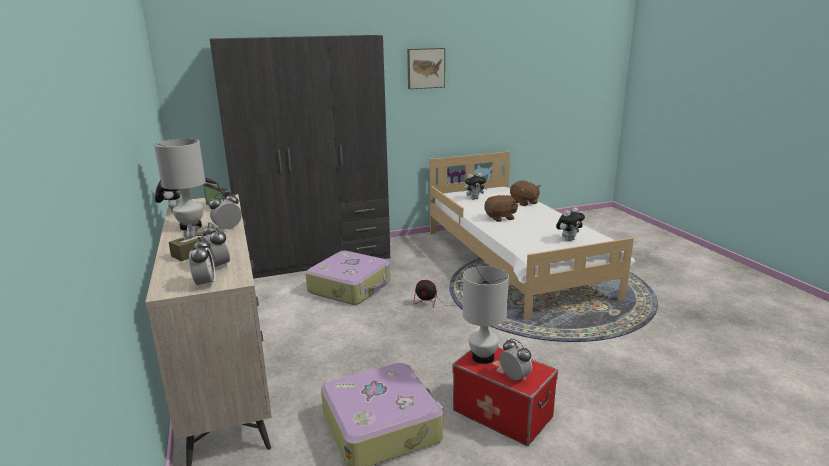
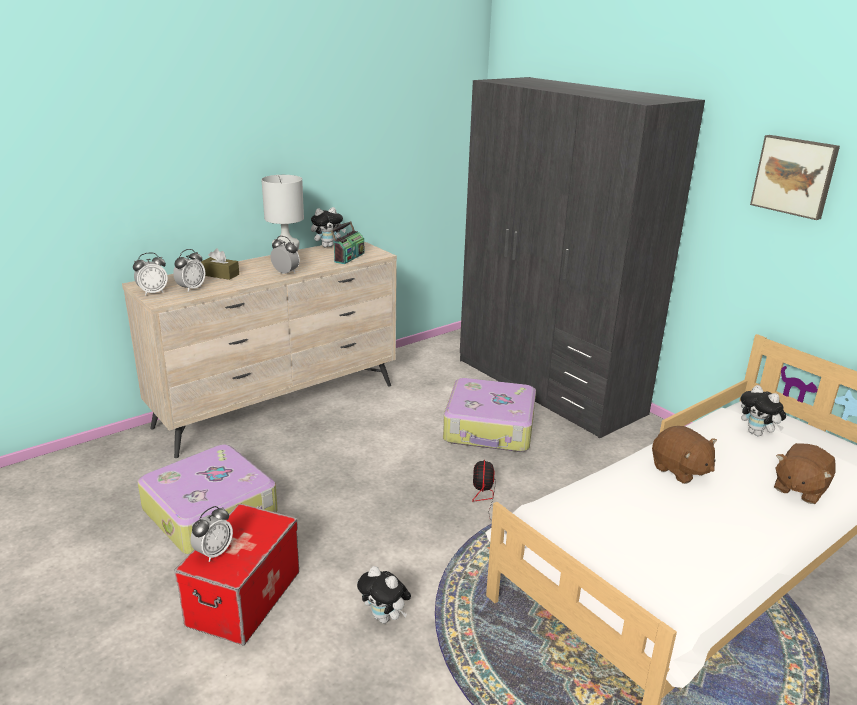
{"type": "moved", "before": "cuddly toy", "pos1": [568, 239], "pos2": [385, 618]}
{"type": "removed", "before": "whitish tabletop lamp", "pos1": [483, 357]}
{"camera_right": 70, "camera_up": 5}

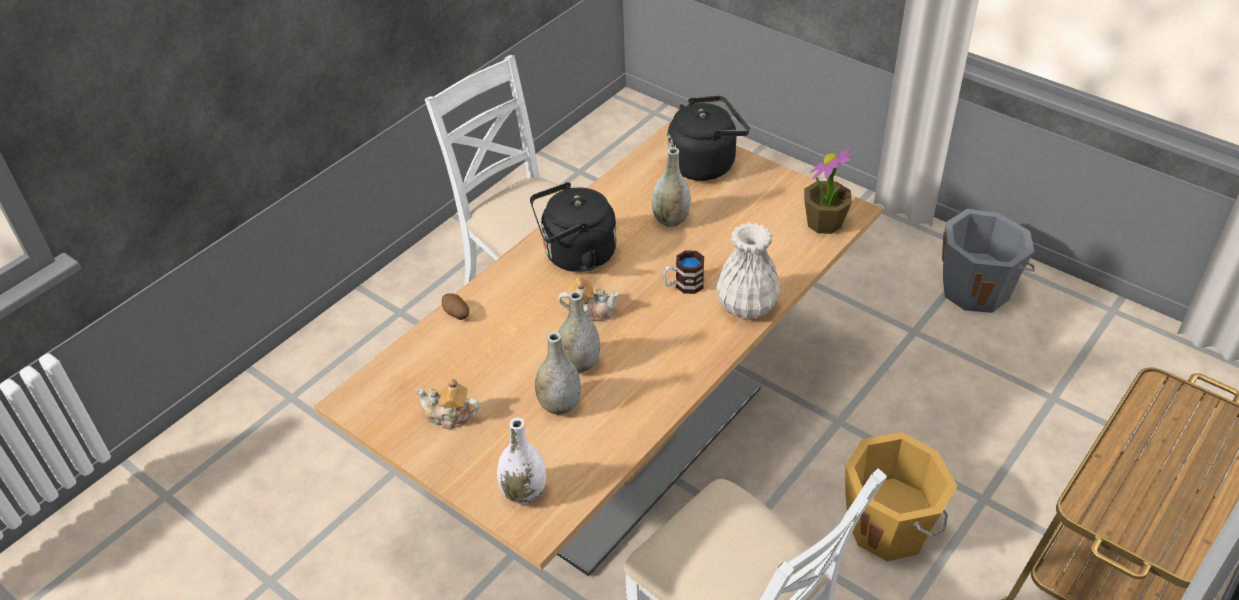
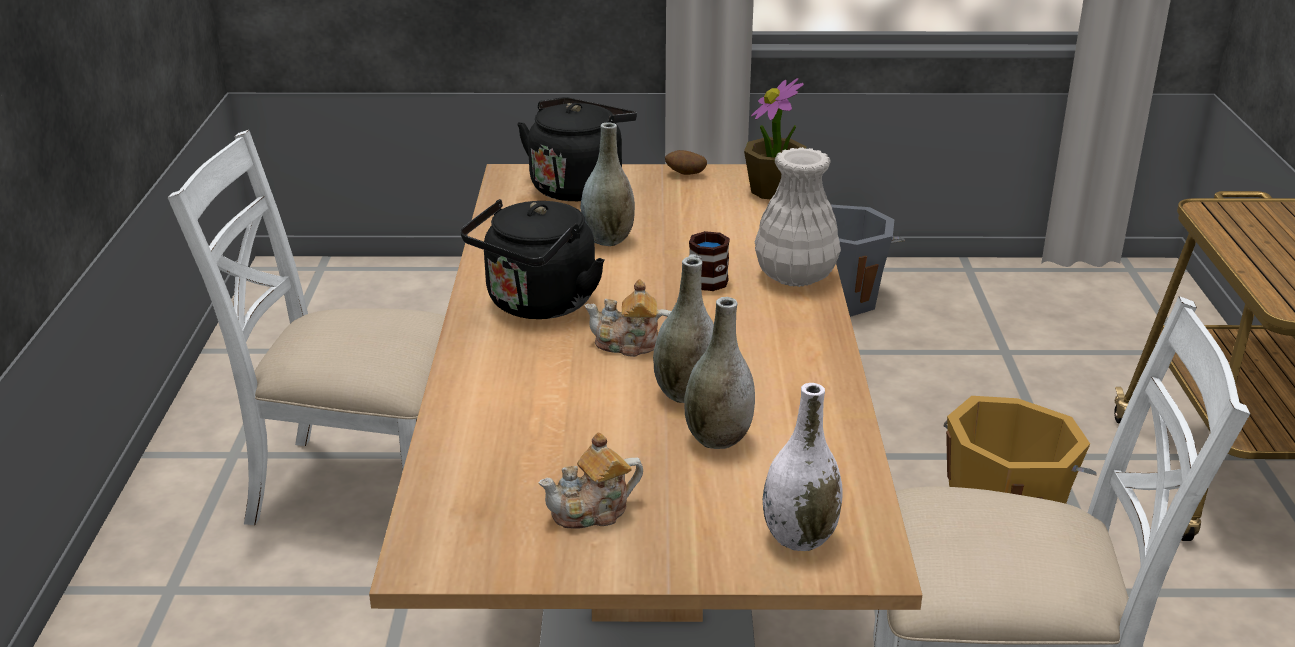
{"type": "turned", "before": "pot for tea", "pos1": [590, 311], "pos2": [628, 345], "turn": -135}
{"type": "moved", "before": "spud", "pos1": [456, 314], "pos2": [685, 174]}
{"camera_right": -40, "camera_up": -15}

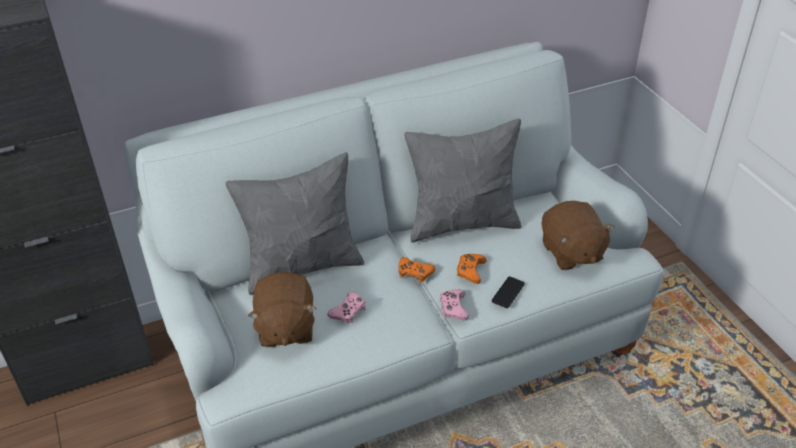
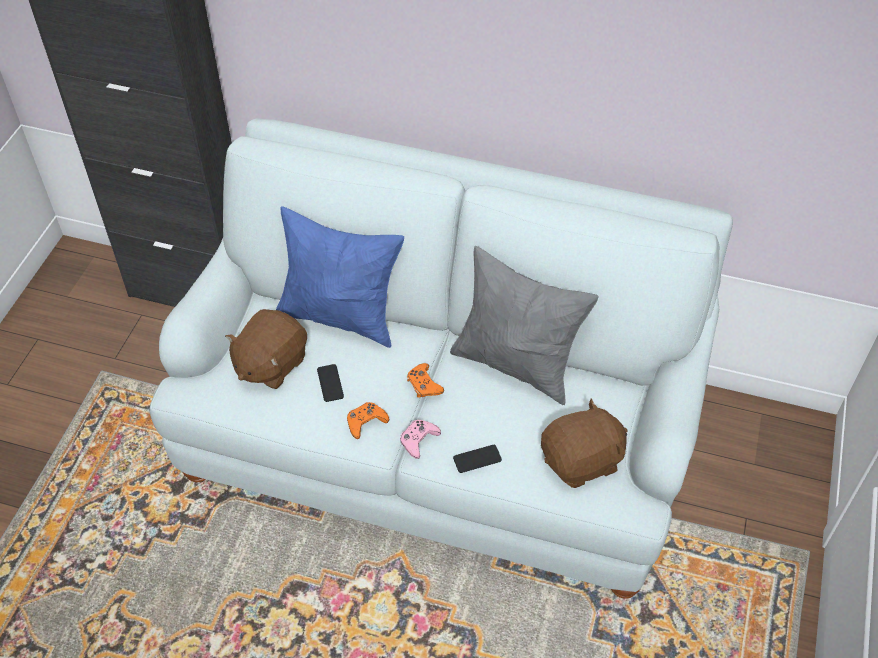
{"type": "recoloured", "before": "gray pillow", "after": "bluish pillow", "pos1": [302, 267], "pos2": [340, 317]}
{"type": "replaced", "before": "pinkish game controller", "after": "telephone", "pos1": [348, 311], "pos2": [330, 383]}
{"type": "moved", "before": "orange game controller", "pos1": [470, 271], "pos2": [366, 422]}
{"type": "turned", "before": "brown cuddly toy", "pos1": [571, 252], "pos2": [582, 461], "turn": -135}
{"camera_right": 40, "camera_up": 10}

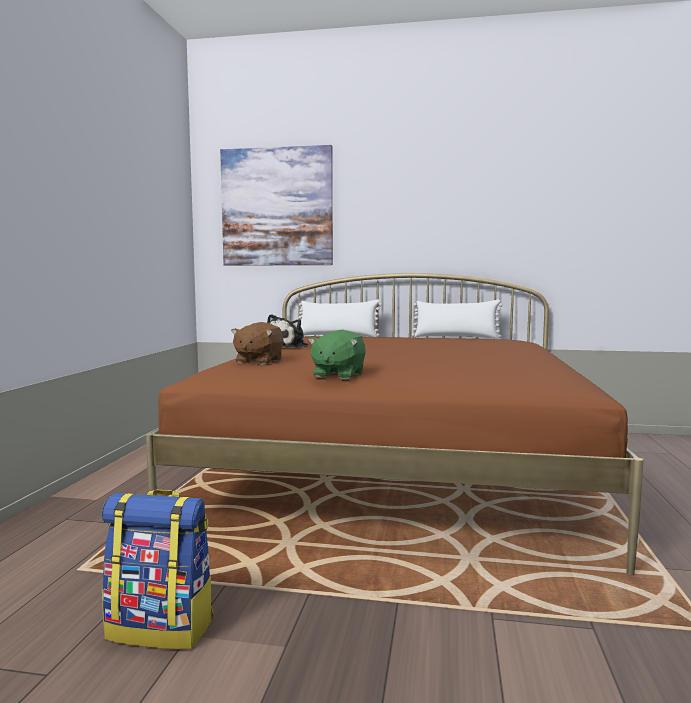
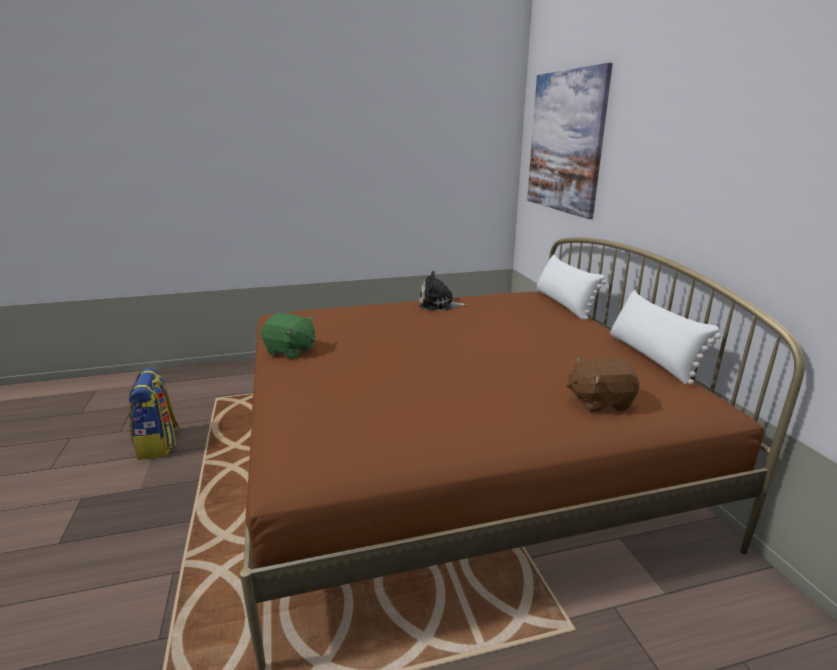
{"type": "turned", "before": "greenish cuddly toy", "pos1": [338, 375], "pos2": [290, 351], "turn": -150}
{"type": "moved", "before": "brown cuddly toy", "pos1": [258, 361], "pos2": [599, 401]}
{"camera_right": 65, "camera_up": 15}

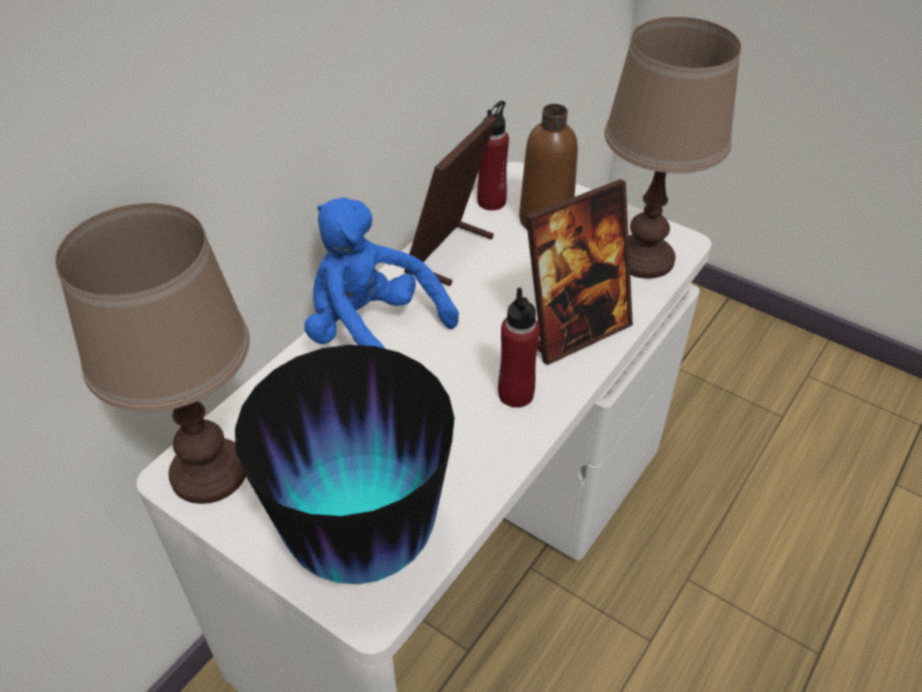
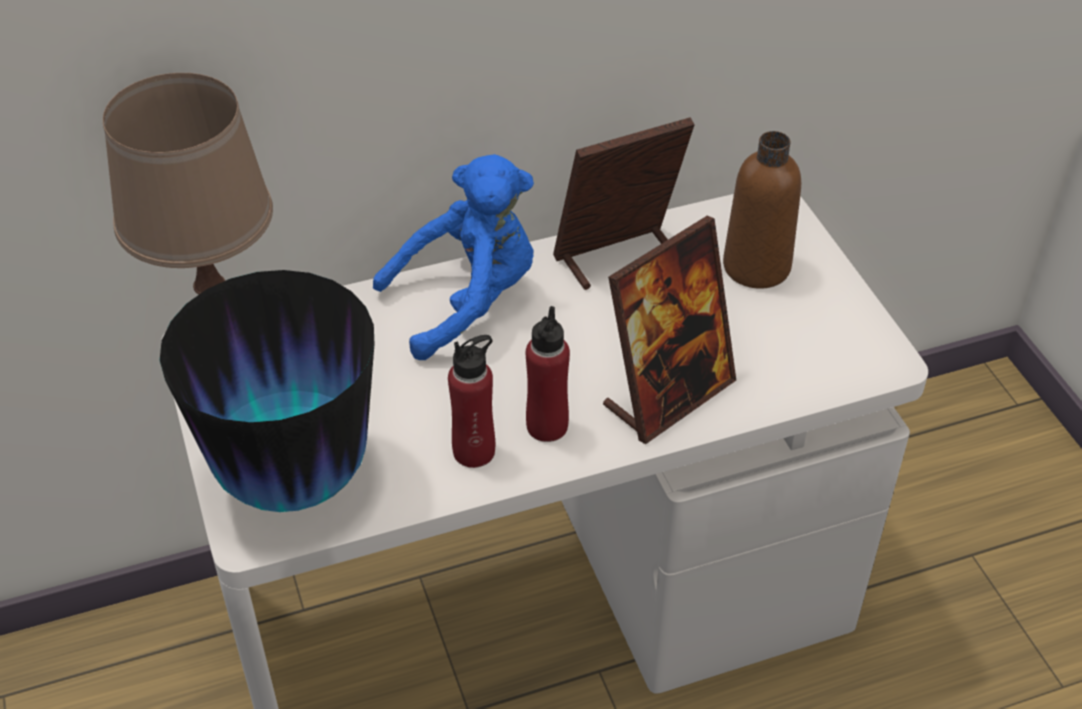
{"type": "turned", "before": "bluish cuddly toy", "pos1": [372, 334], "pos2": [467, 301], "turn": 90}
{"type": "moved", "before": "reddish beverage bottle", "pos1": [491, 201], "pos2": [474, 451]}
{"type": "turned", "before": "photo frame", "pos1": [574, 330], "pos2": [668, 395], "turn": -45}
{"type": "removed", "before": "brown tabletop lamp", "pos1": [644, 259]}
{"camera_right": 35, "camera_up": 0}

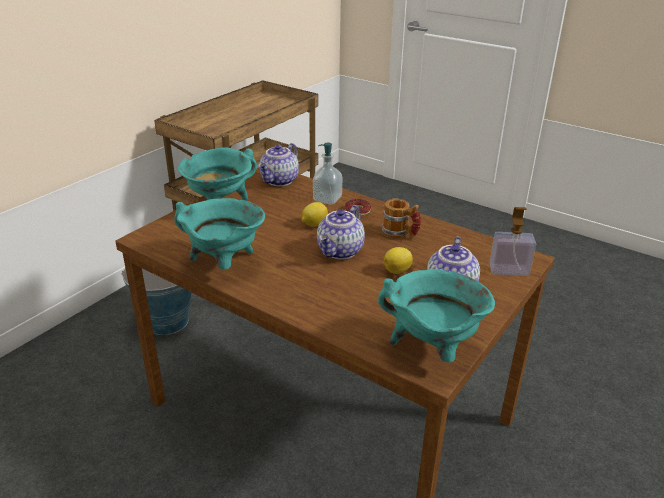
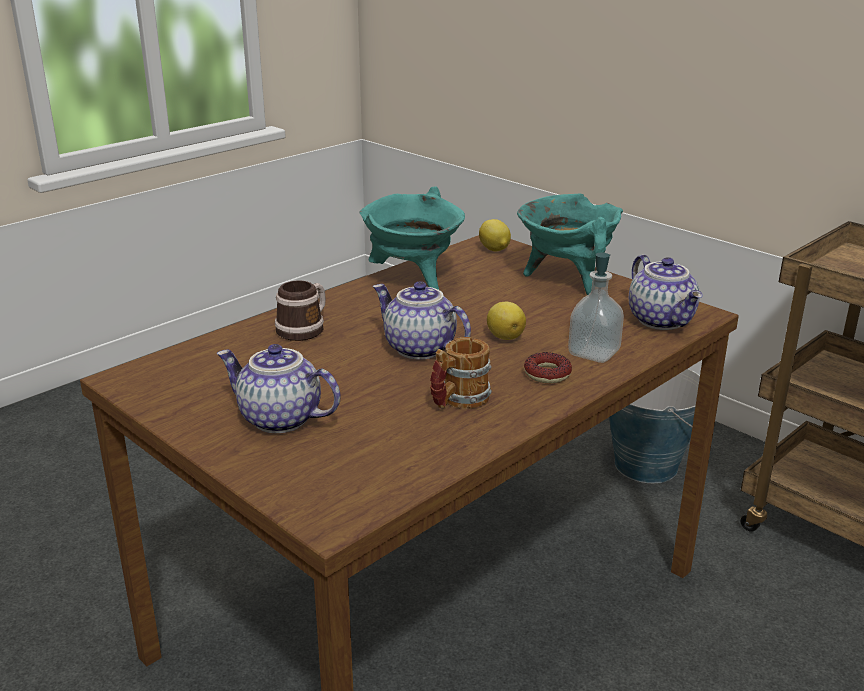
{"type": "added", "after": "coffee mug", "pos2": [305, 328]}
{"type": "moved", "before": "citrus fruit", "pos1": [398, 270], "pos2": [494, 250]}
{"type": "turned", "before": "pot for tea", "pos1": [280, 181], "pos2": [662, 320], "turn": -150}
{"type": "removed", "before": "turquoise saucepot", "pos1": [432, 349]}
{"type": "removed", "before": "liquid soap bottle", "pos1": [509, 270]}
{"camera_right": 100, "camera_up": -5}

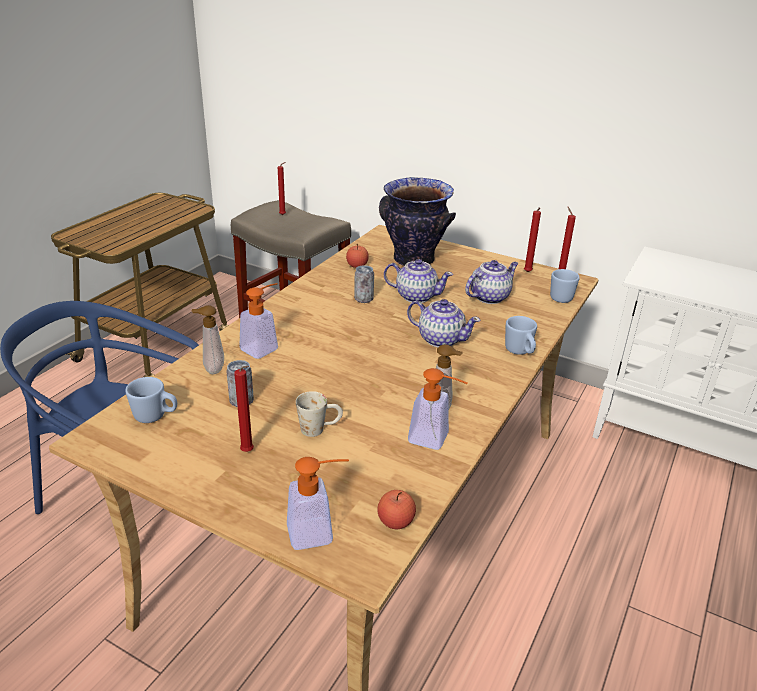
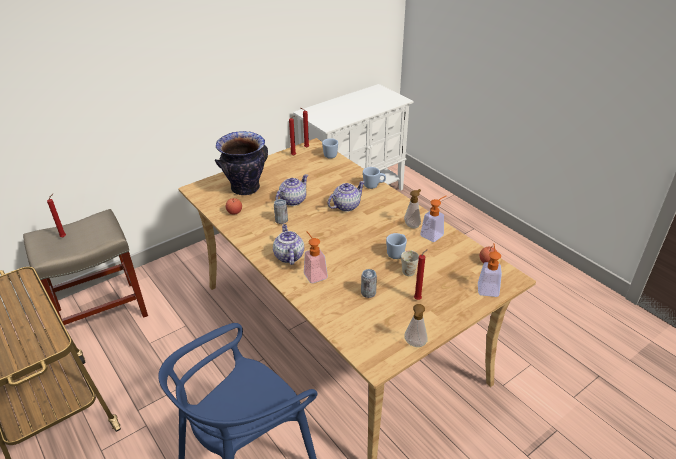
{"type": "moved", "before": "pot for tea", "pos1": [489, 297], "pos2": [288, 256]}
{"type": "moved", "before": "bluish coffee mug", "pos1": [155, 417], "pos2": [397, 253]}
{"type": "moved", "before": "liquid soap bottle", "pos1": [212, 369], "pos2": [414, 345]}
{"camera_right": -65, "camera_up": 5}

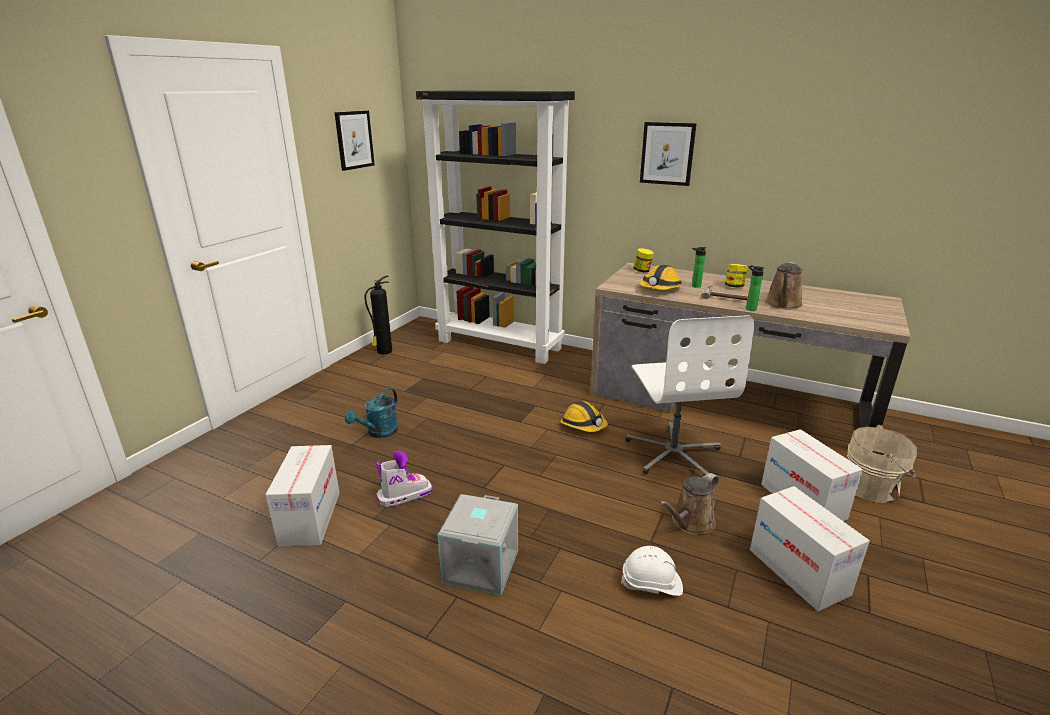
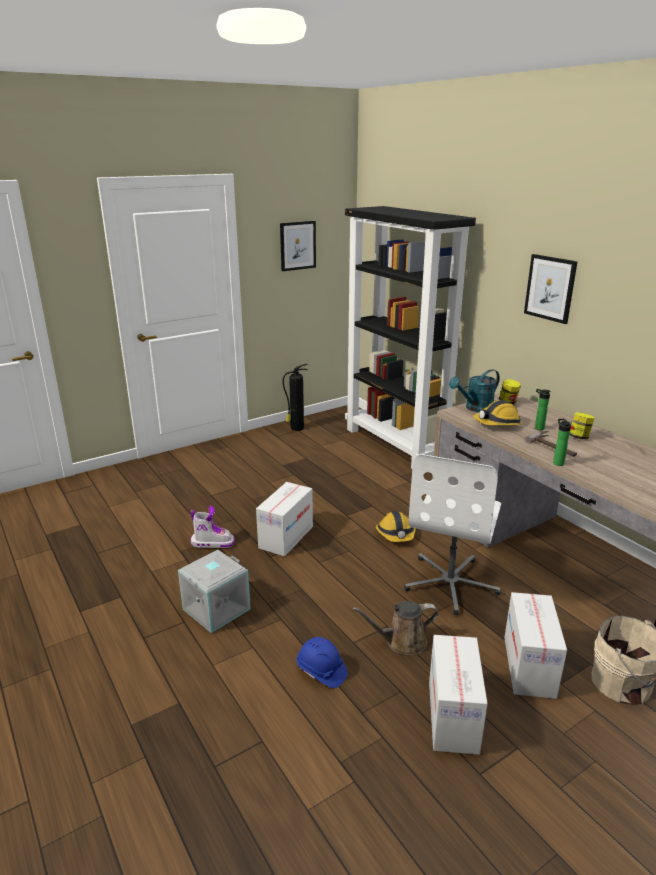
{"type": "moved", "before": "packing box", "pos1": [310, 518], "pos2": [286, 537]}
{"type": "recoloured", "before": "whitish hard hat", "after": "bluish hard hat", "pos1": [651, 583], "pos2": [321, 671]}
{"type": "moved", "before": "turquoise watering pot", "pos1": [379, 433], "pos2": [475, 408]}
{"type": "removed", "before": "brown watering pot", "pos1": [783, 304]}
{"camera_right": 30, "camera_up": 0}

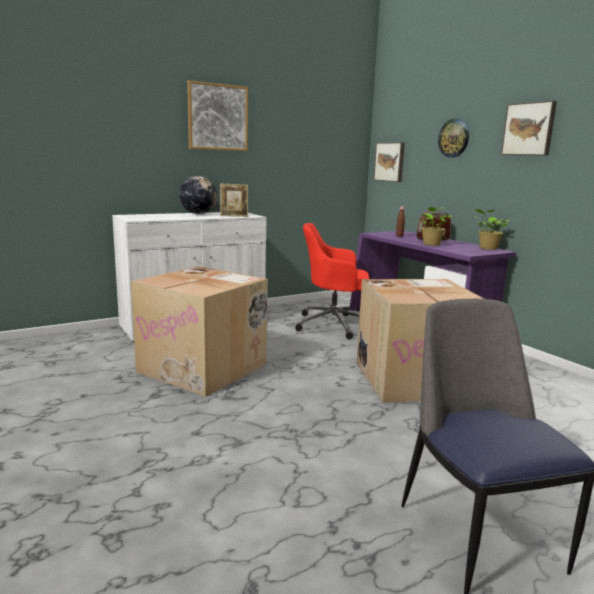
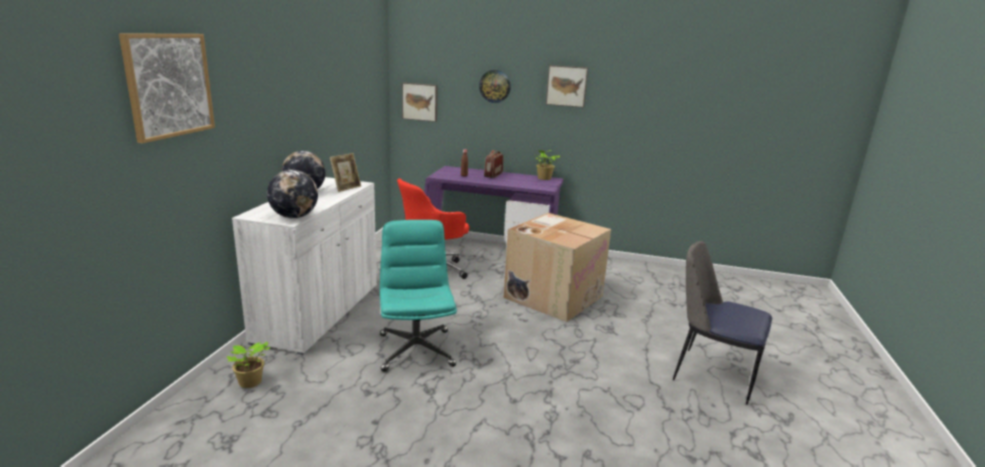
{"type": "moved", "before": "wall picture", "pos1": [217, 117], "pos2": [169, 85]}
{"type": "moved", "before": "plant in a pot", "pos1": [431, 244], "pos2": [250, 383]}
{"type": "added", "after": "globe", "pos2": [294, 217]}
{"type": "replaced", "before": "packing box", "after": "turquoise computer chair", "pos1": [204, 368], "pos2": [416, 349]}
{"camera_right": -45, "camera_up": 5}

